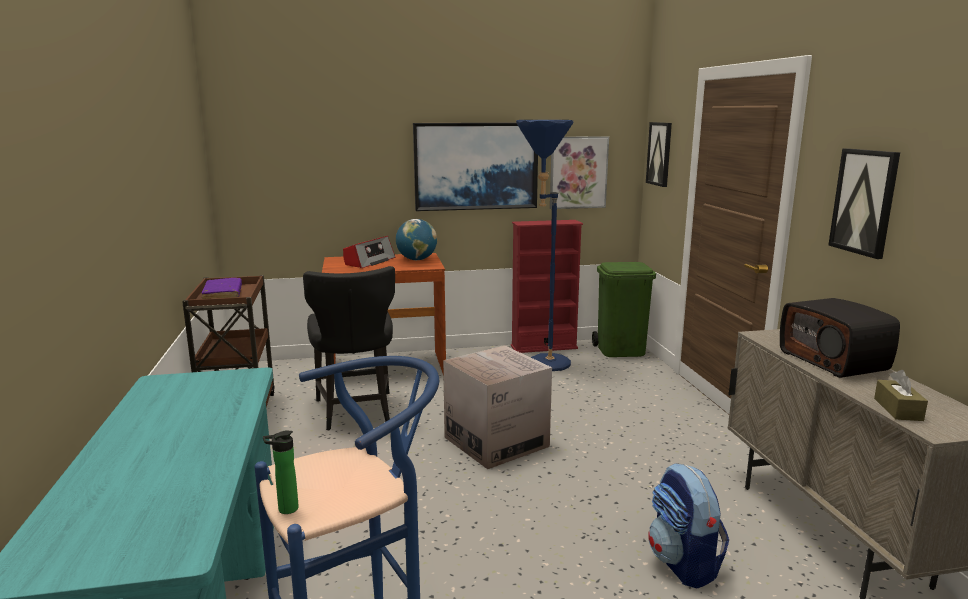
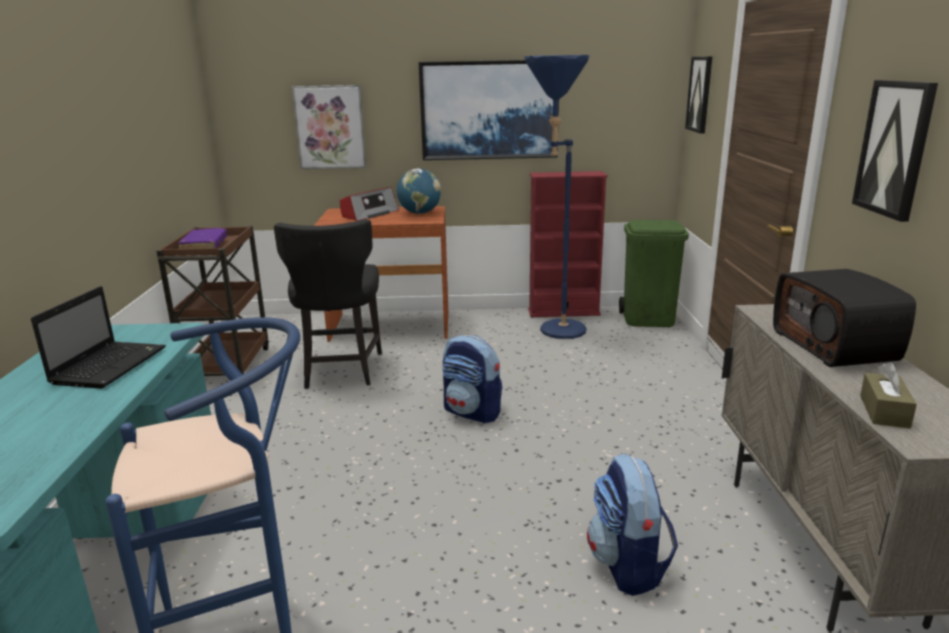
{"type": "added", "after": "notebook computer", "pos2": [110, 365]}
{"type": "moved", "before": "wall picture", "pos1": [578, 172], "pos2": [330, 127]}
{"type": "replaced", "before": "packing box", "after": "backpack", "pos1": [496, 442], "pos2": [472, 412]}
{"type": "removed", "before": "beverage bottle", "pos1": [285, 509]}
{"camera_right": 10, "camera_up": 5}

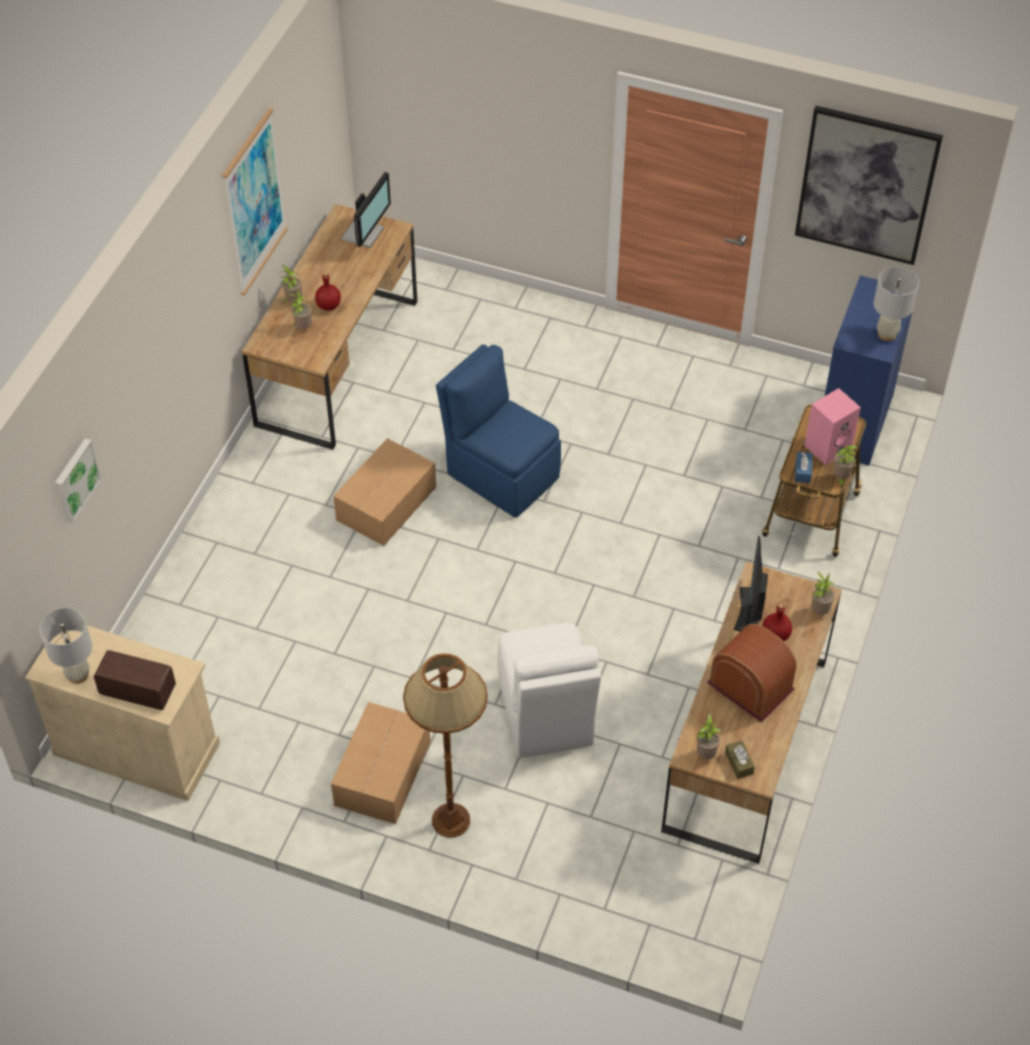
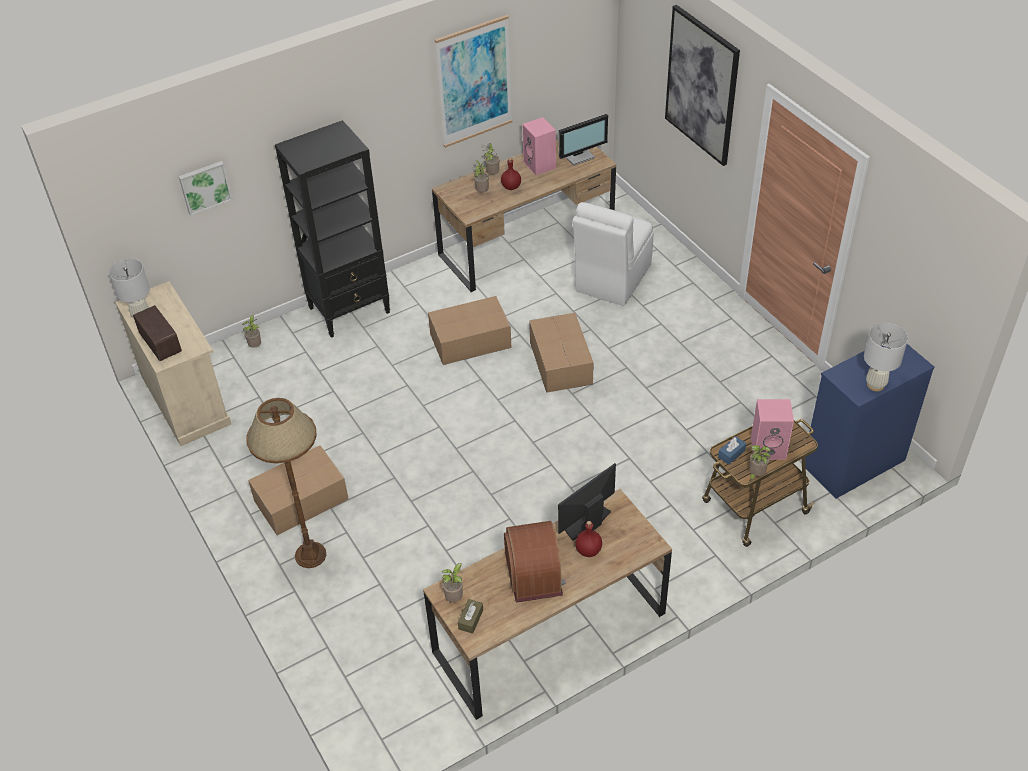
{"type": "moved", "before": "plant in a pot", "pos1": [819, 610], "pos2": [256, 346]}
{"type": "added", "after": "black bookcase", "pos2": [350, 310]}
{"type": "added", "after": "pinkish loudspeaker", "pos2": [540, 165]}
{"type": "replaced", "before": "bluish plain chair", "after": "packing box", "pos1": [501, 474], "pos2": [561, 362]}
{"type": "moved", "before": "whitish plain chair", "pos1": [545, 714], "pos2": [612, 279]}
{"type": "moved", "before": "wall picture", "pos1": [866, 185], "pos2": [702, 85]}
{"camera_right": 40, "camera_up": -5}

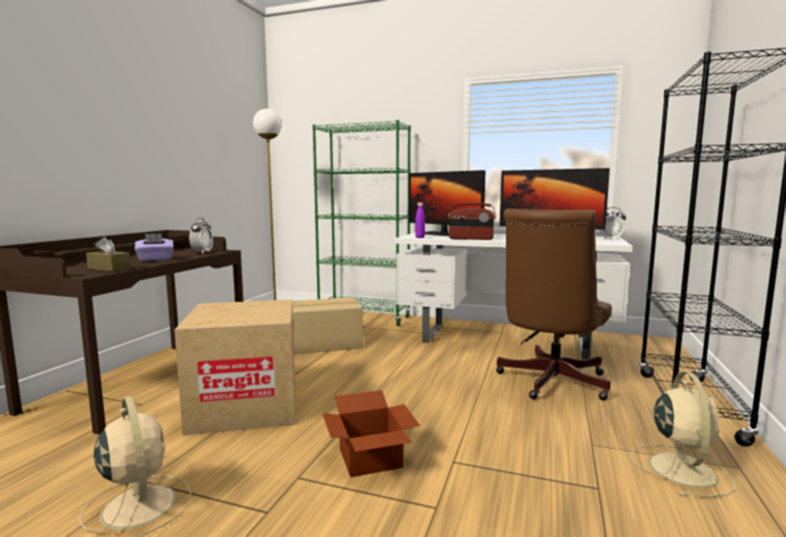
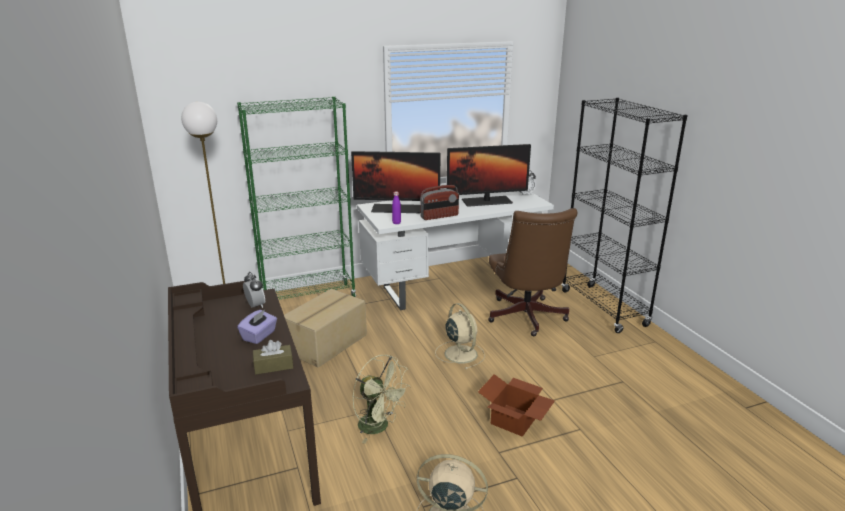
{"type": "replaced", "before": "packing box", "after": "greenish electric fan", "pos1": [245, 406], "pos2": [379, 427]}
{"type": "moved", "before": "beige electric fan", "pos1": [681, 468], "pos2": [460, 353]}
{"camera_right": -40, "camera_up": 15}

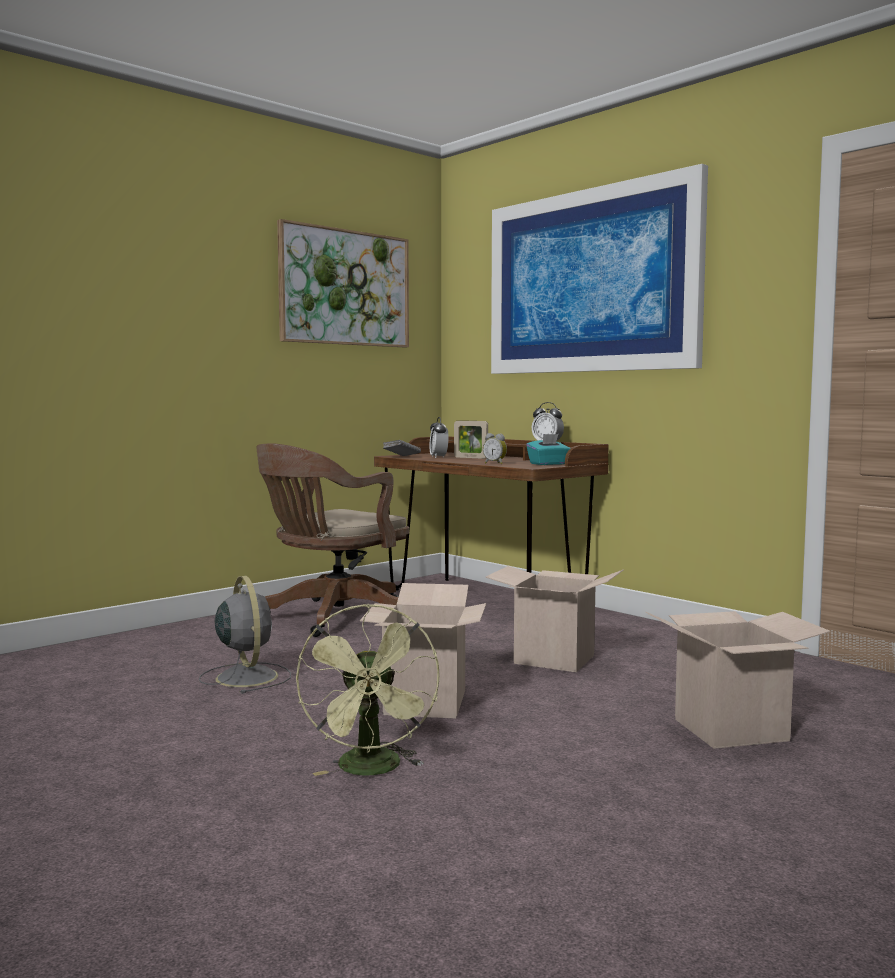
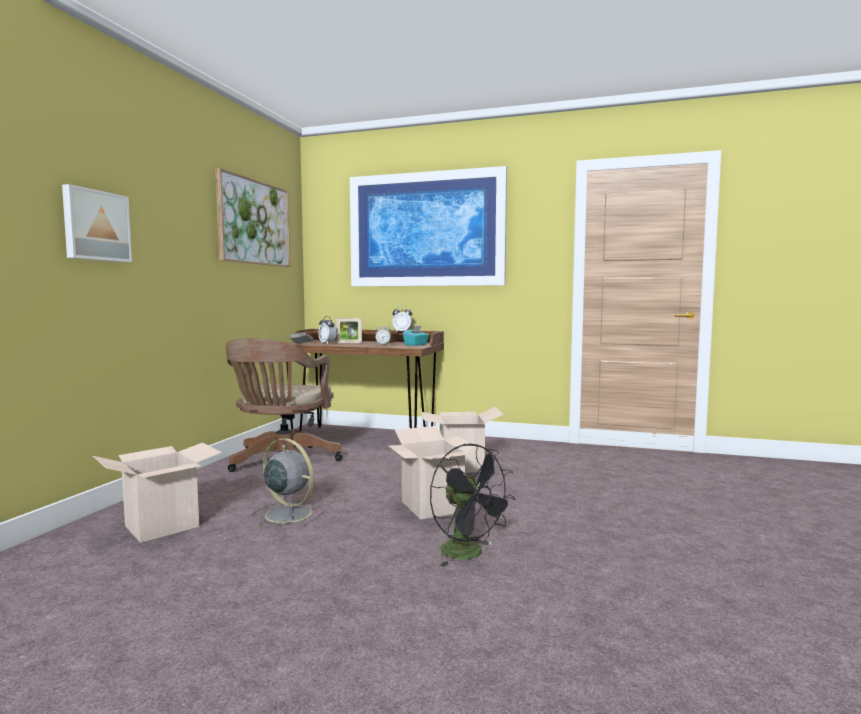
{"type": "added", "after": "wall picture", "pos2": [95, 226]}
{"type": "moved", "before": "packing box", "pos1": [730, 730], "pos2": [162, 526]}
{"type": "recoloured", "before": "greenish electric fan", "after": "black electric fan", "pos1": [372, 770], "pos2": [469, 554]}
{"camera_right": -30, "camera_up": 0}

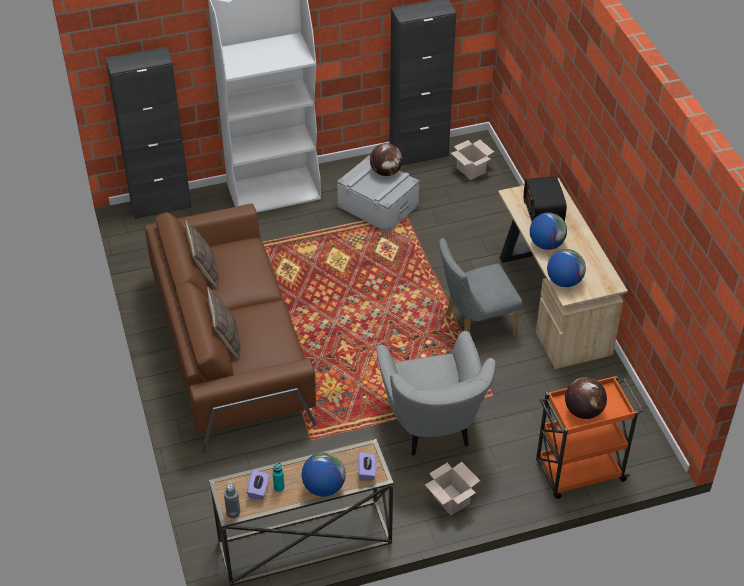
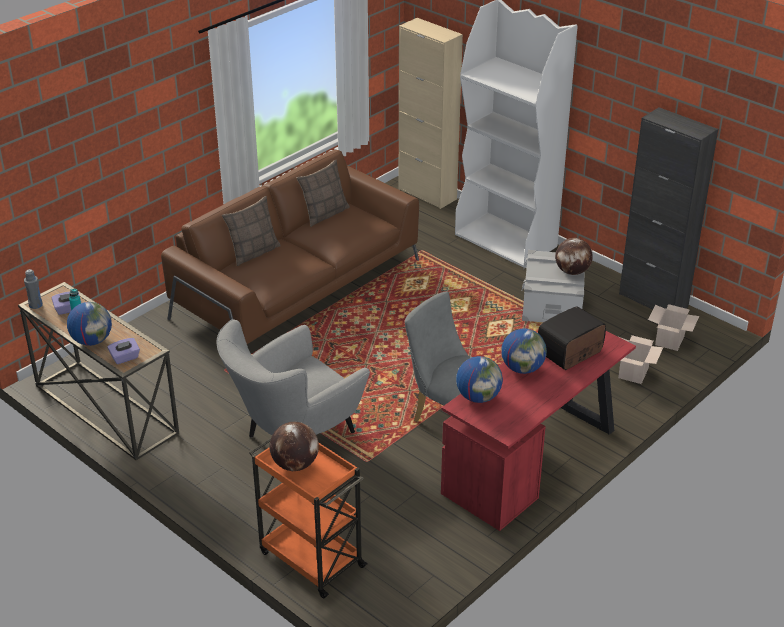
{"type": "recoloured", "before": "black cabinet", "after": "beige cabinet", "pos1": [161, 205], "pos2": [427, 194]}
{"type": "recoloured", "before": "beige desk table", "after": "reddish desk table", "pos1": [552, 302], "pos2": [534, 460]}
{"type": "moved", "before": "packing box", "pos1": [450, 499], "pos2": [633, 372]}
{"camera_right": 60, "camera_up": -10}

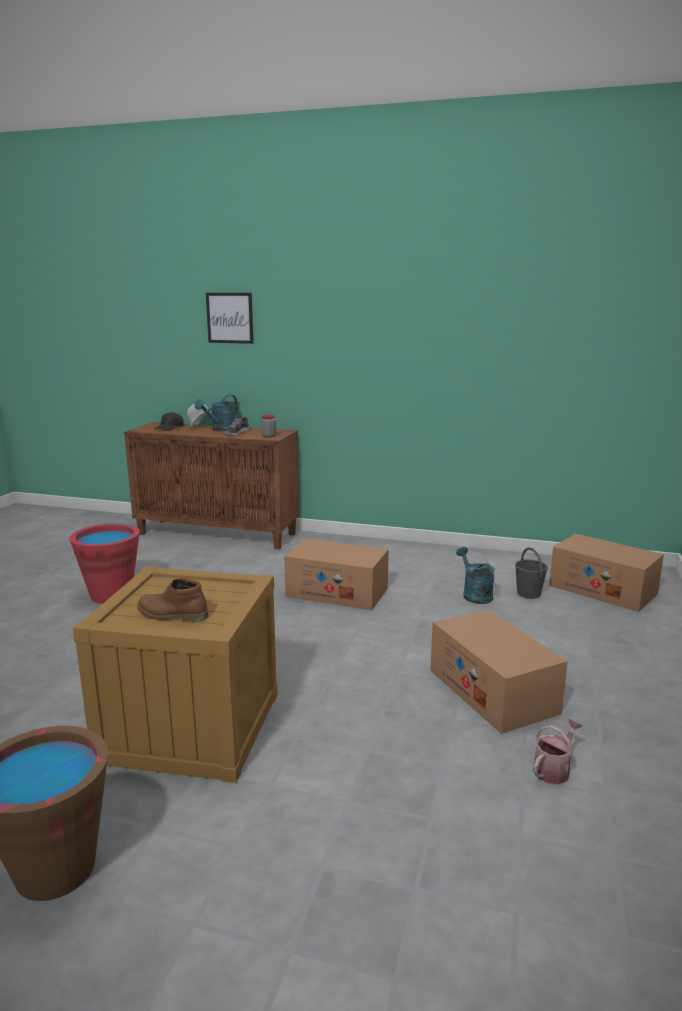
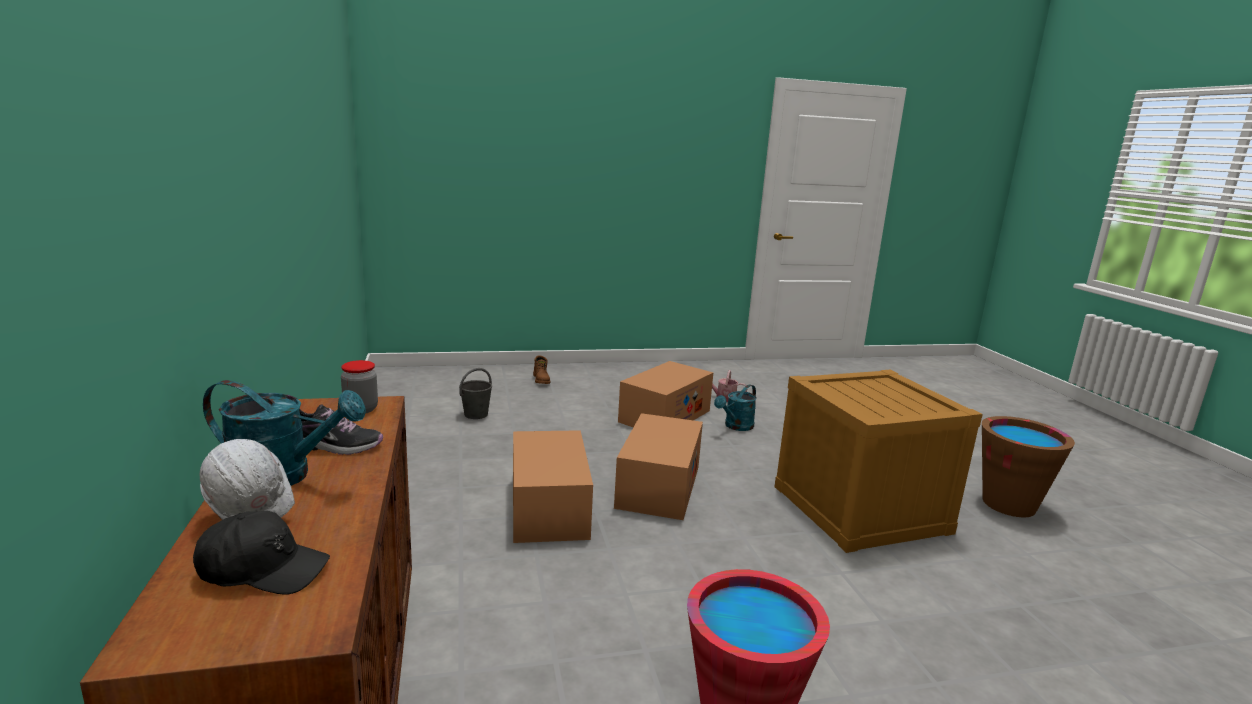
{"type": "moved", "before": "brown high-top boot", "pos1": [171, 615], "pos2": [541, 380]}
{"type": "moved", "before": "packing box", "pos1": [602, 589], "pos2": [658, 486]}
{"type": "moved", "before": "turquoise watering pot", "pos1": [474, 594], "pos2": [736, 426]}
{"type": "removed", "before": "wall picture", "pos1": [230, 318]}
{"camera_right": -120, "camera_up": 0}

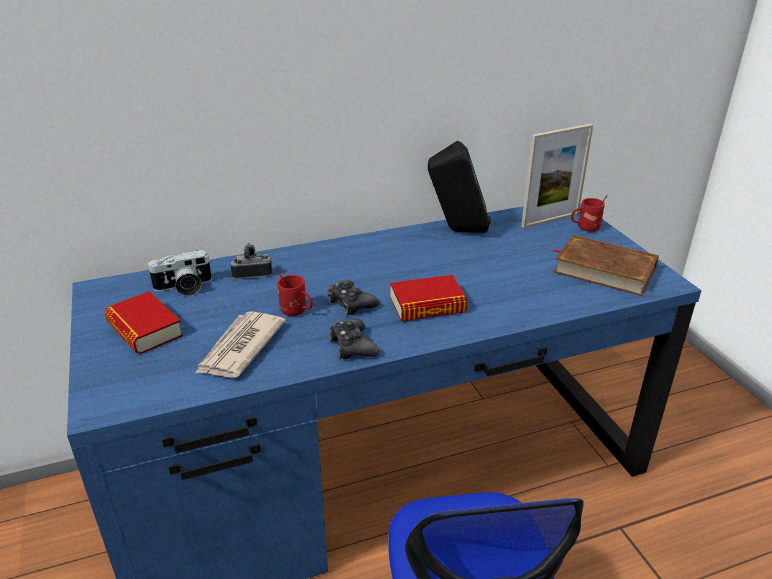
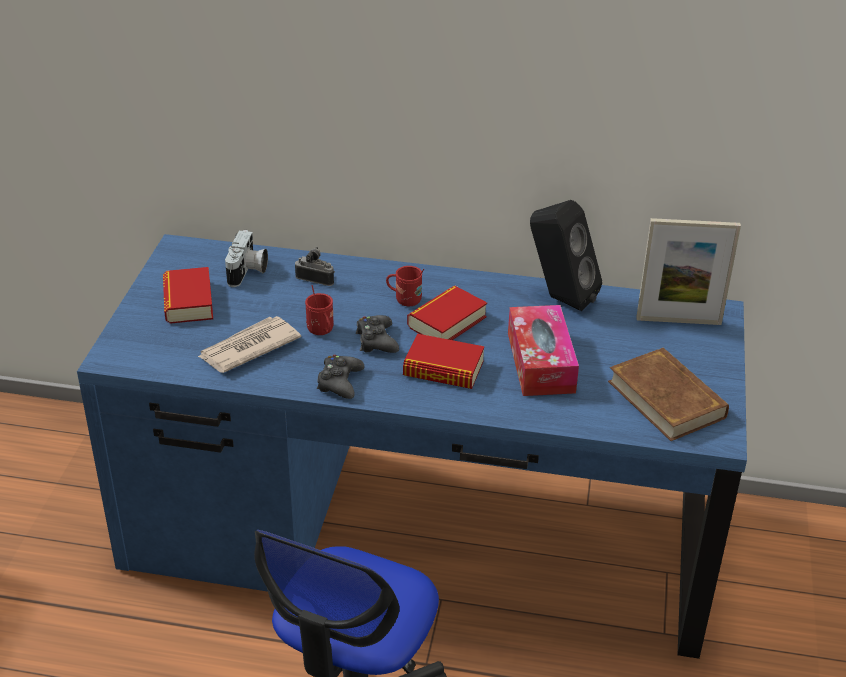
{"type": "turned", "before": "still camera", "pos1": [183, 288], "pos2": [248, 272], "turn": -90}
{"type": "moved", "before": "reddish coffee mug", "pos1": [585, 228], "pos2": [404, 300]}
{"type": "added", "after": "book", "pos2": [447, 322]}
{"type": "added", "after": "tissue box", "pos2": [540, 362]}
{"camera_right": 30, "camera_up": 5}

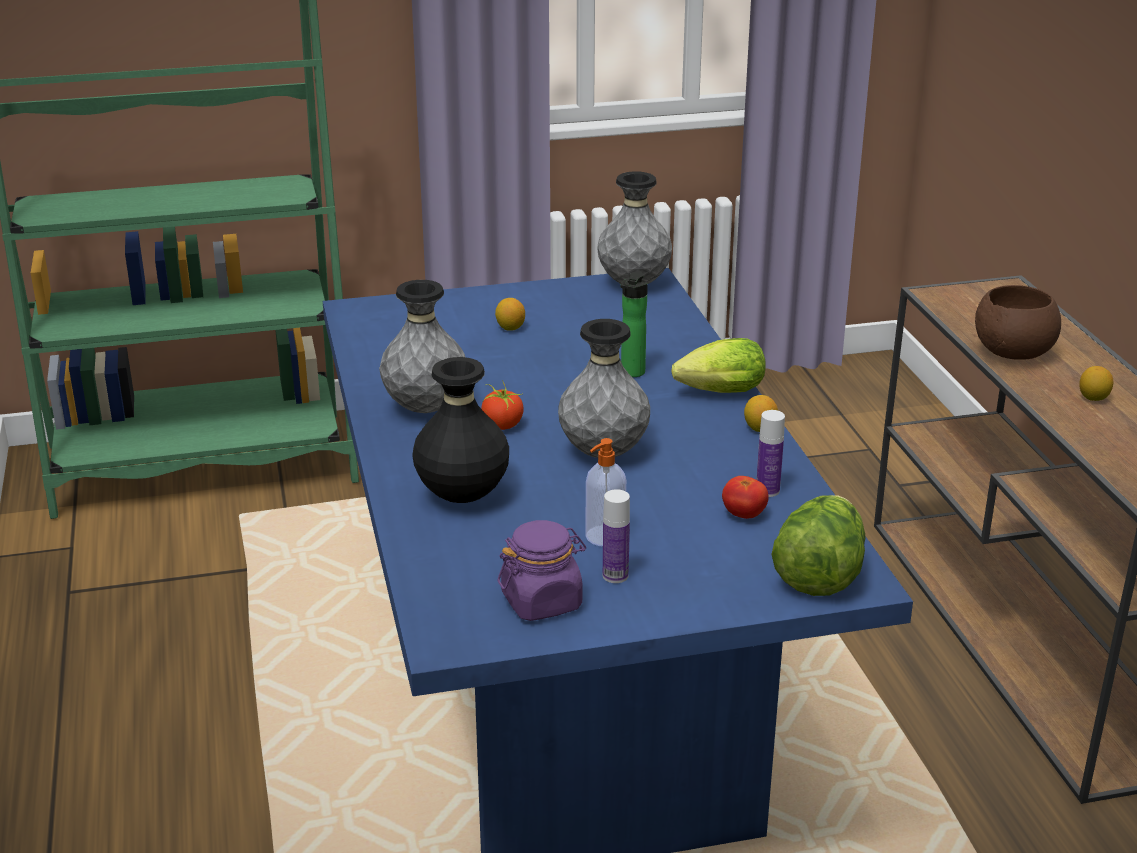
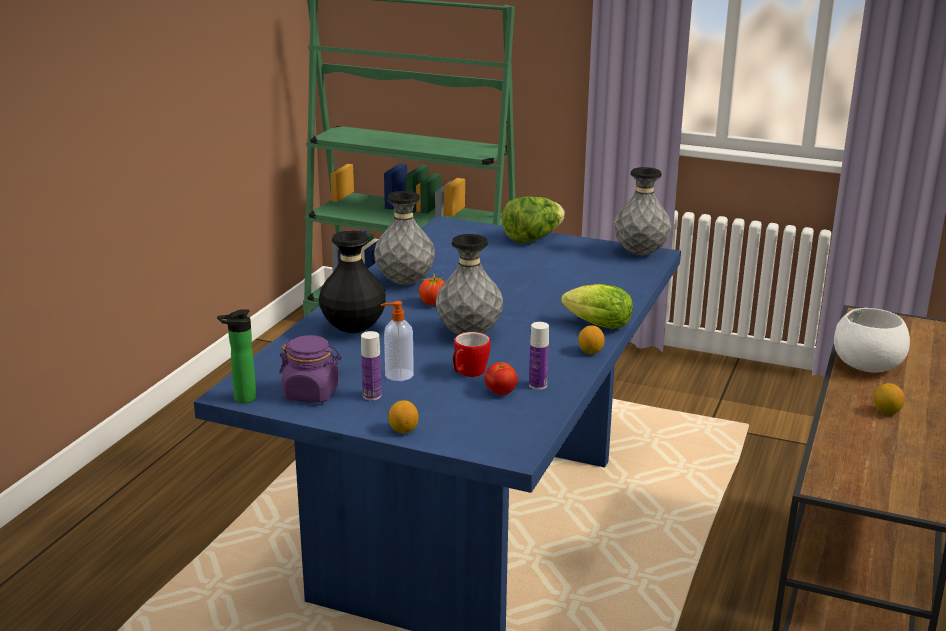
{"type": "moved", "before": "beverage bottle", "pos1": [631, 374], "pos2": [241, 399]}
{"type": "moved", "before": "citrus fruit", "pos1": [510, 328], "pos2": [403, 430]}
{"type": "added", "after": "coffee mug", "pos2": [468, 373]}
{"type": "moved", "before": "head of lettuce", "pos1": [819, 574], "pos2": [532, 238]}
{"type": "recoloured", "before": "brown bowl", "after": "whitish bowl", "pos1": [1012, 351], "pos2": [867, 365]}
{"camera_right": 35, "camera_up": -5}

